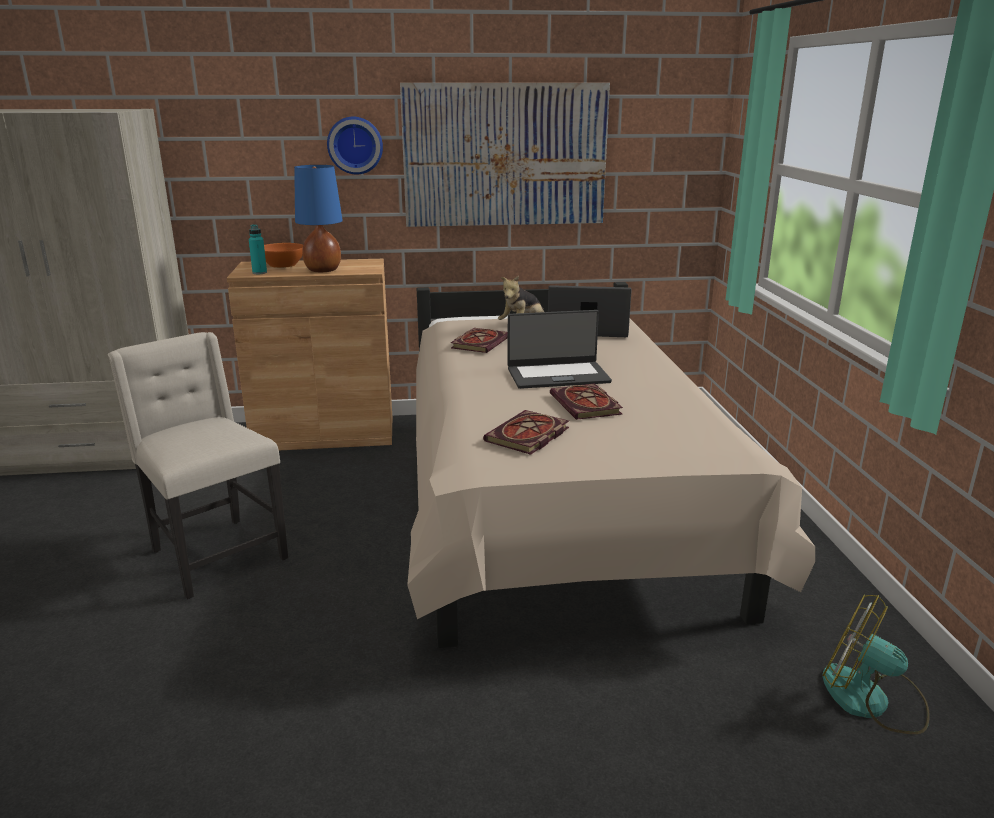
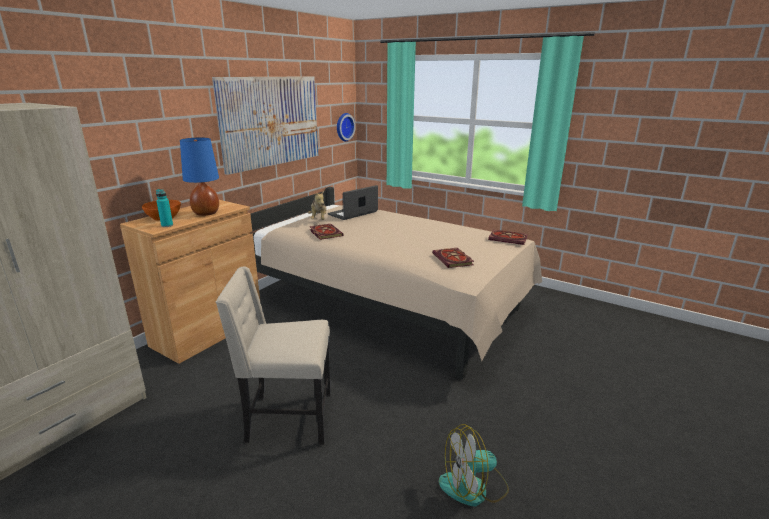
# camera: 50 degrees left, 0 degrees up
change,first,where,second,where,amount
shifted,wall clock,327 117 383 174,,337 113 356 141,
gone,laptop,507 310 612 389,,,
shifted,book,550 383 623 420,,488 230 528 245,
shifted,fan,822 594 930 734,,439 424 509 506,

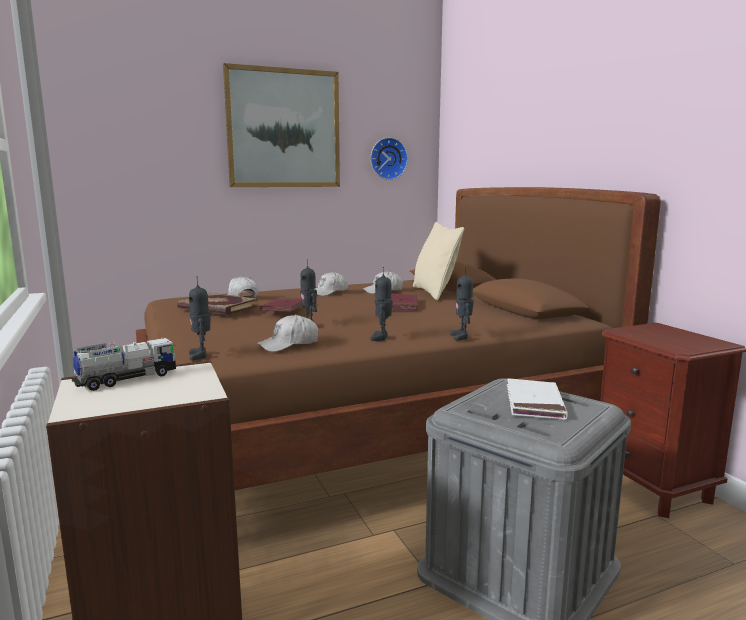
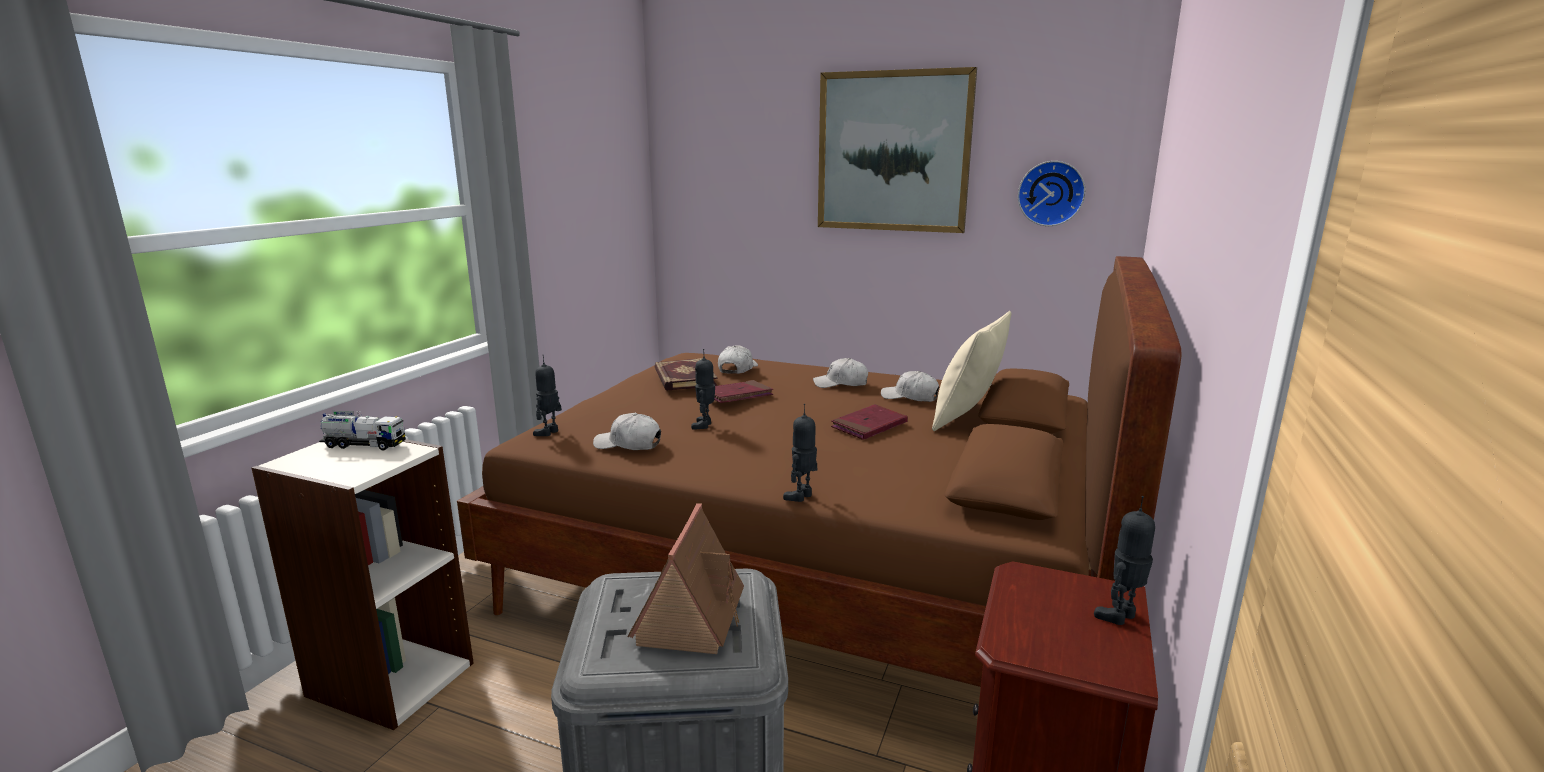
# camera: 45 degrees right, 5 degrees up
change,first,where,second,where,amount
shifted,toy robot,370 267 393 341,,1094 496 1155 625,
swapped,white book,507 378 568 420,toy house,628 503 744 654,

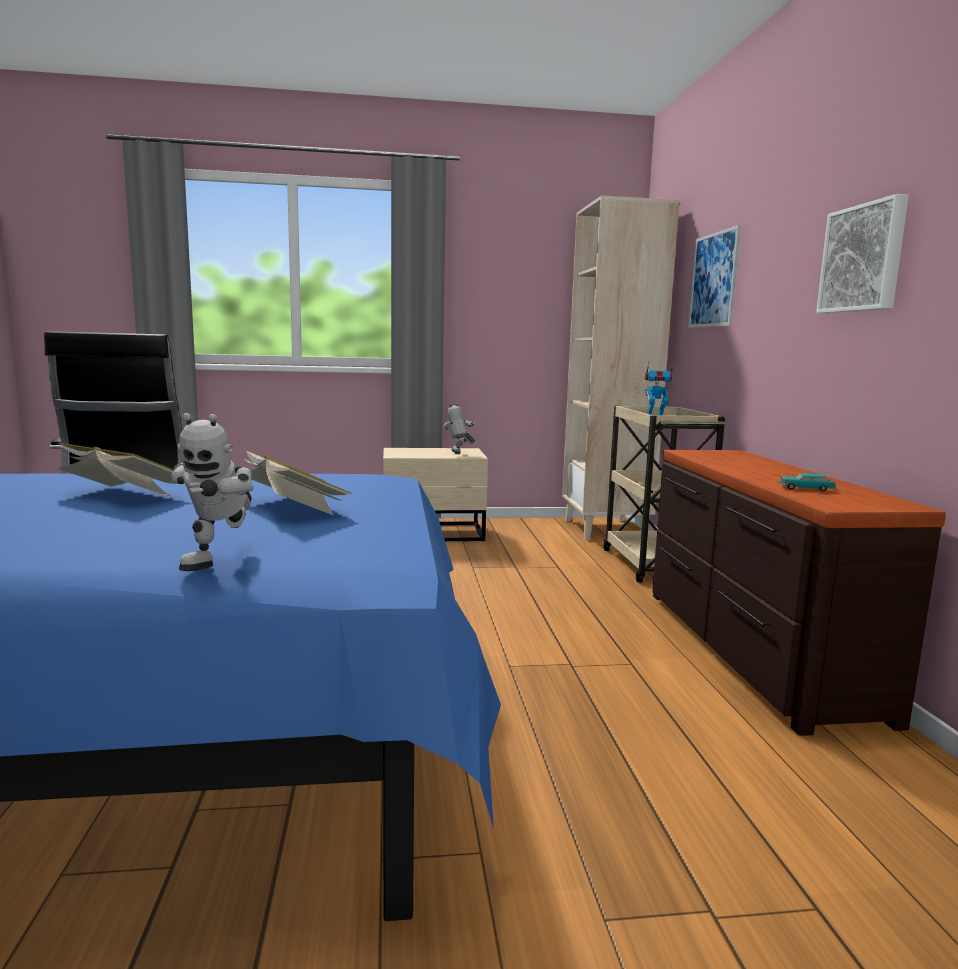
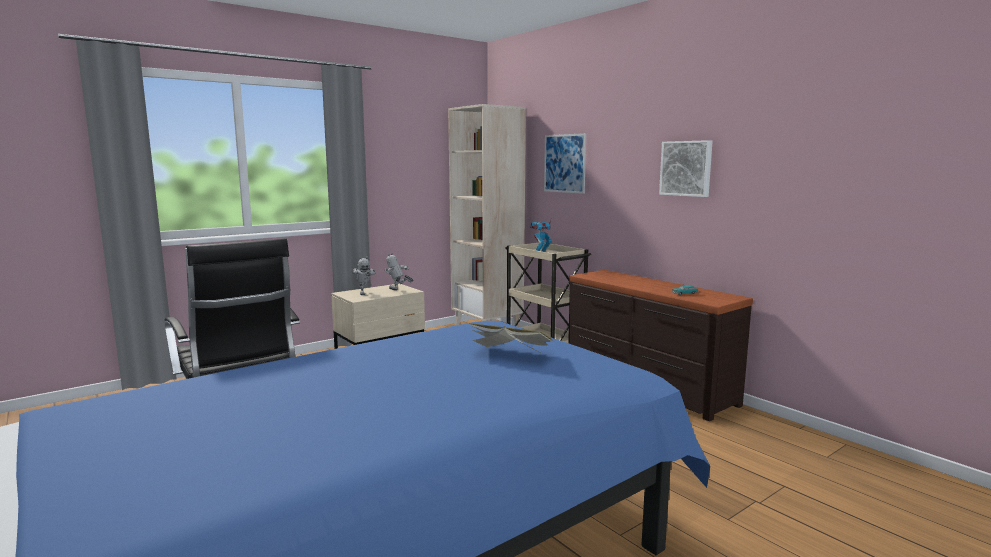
# camera: 30 degrees left, 0 degrees up
change,first,where,second,where,amount
shifted,toy robot,171 413 253 571,,352 257 376 295,
gone,book,57 443 176 498,,,

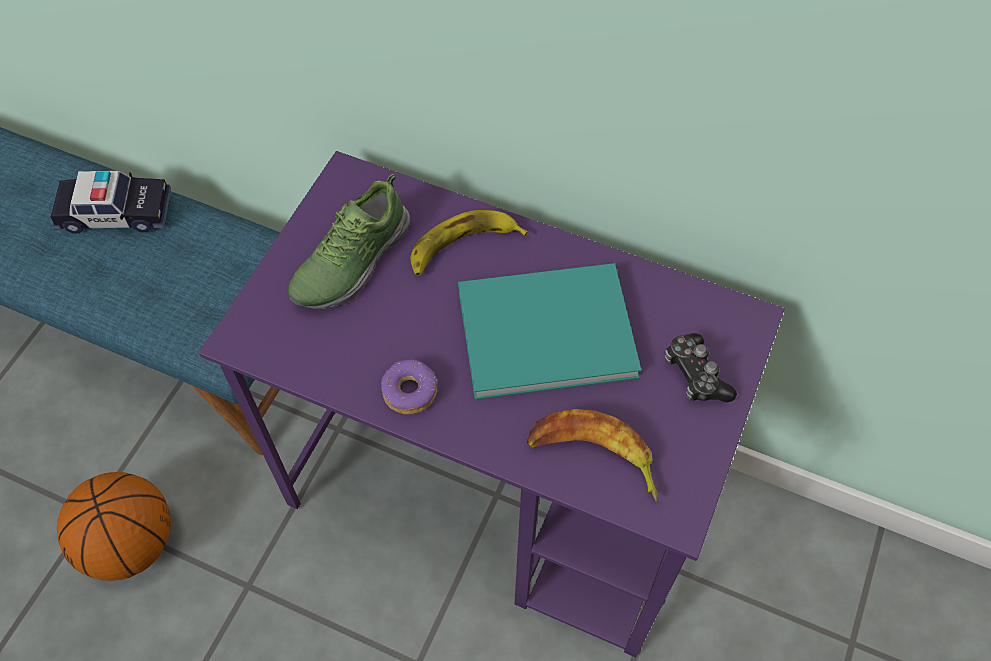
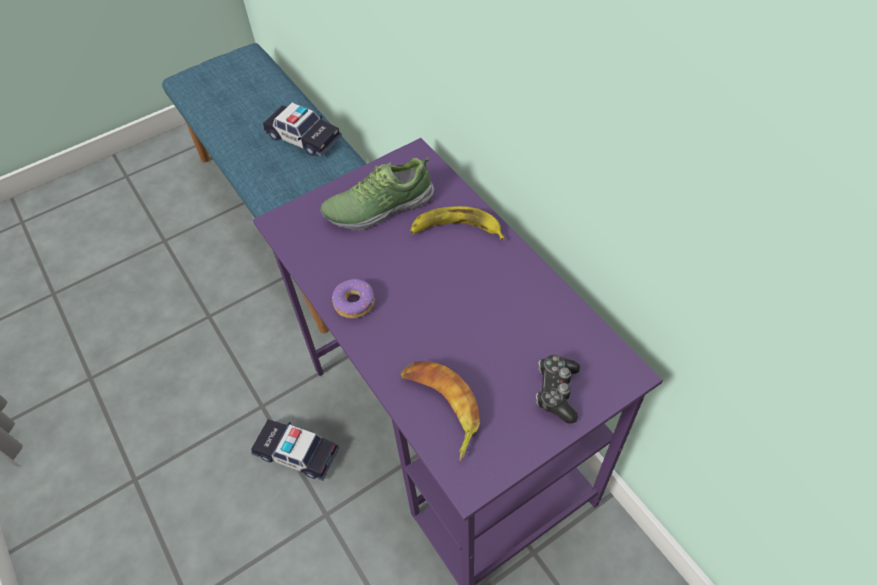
# camera: 35 degrees right, 5 degrees down
change,first,where,second,where,amount
gone,turquoise book,458 263 641 400,,,
gone,basketball,57 472 171 581,,,
new,,,toy car,251 419 339 481,

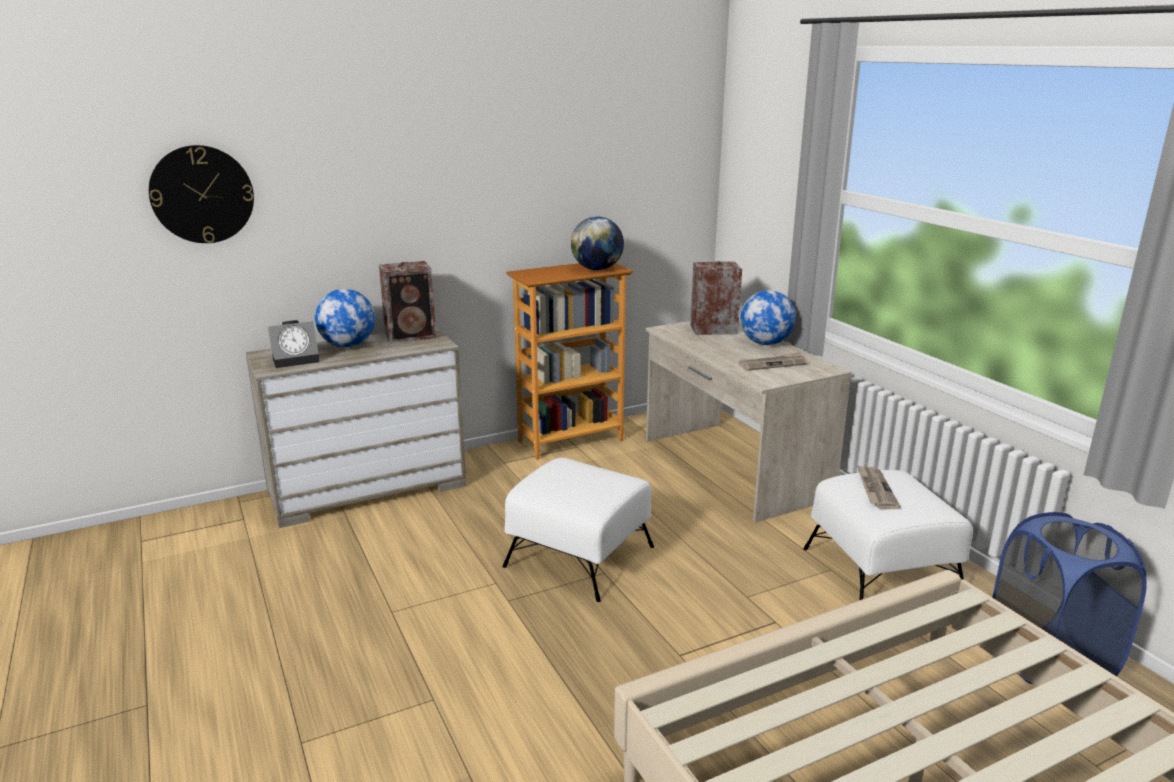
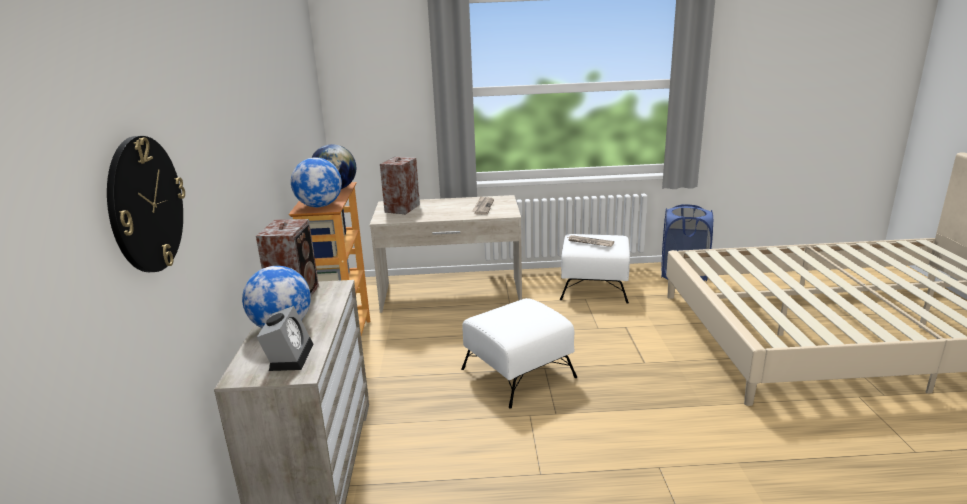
# camera: 65 degrees left, 0 degrees up
change,first,where,second,where,amount
shifted,globe,740 290 796 345,,291 157 342 207,

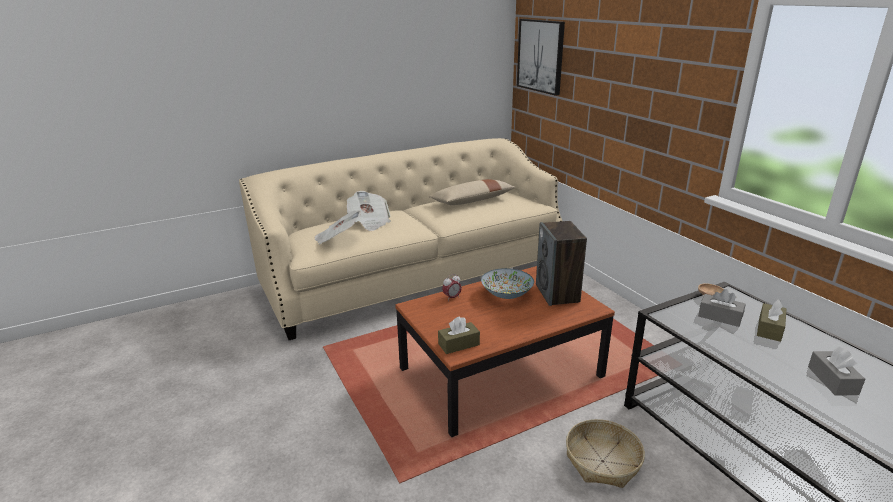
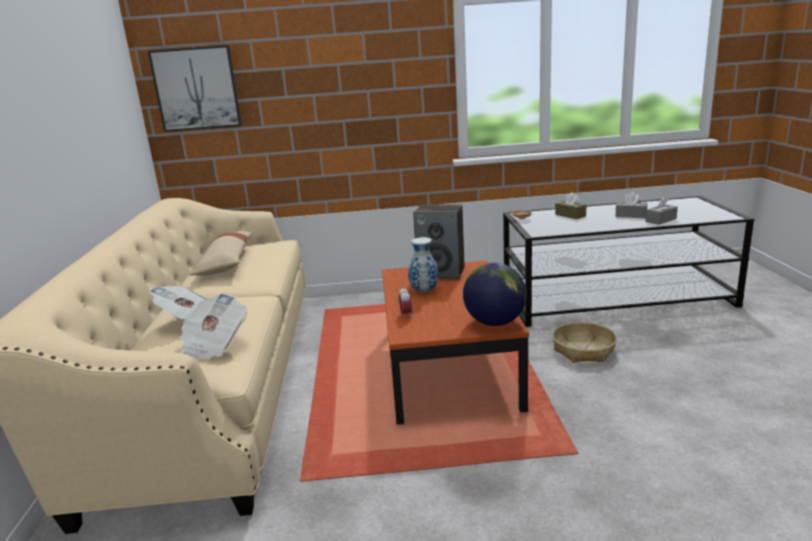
# camera: 65 degrees left, 5 degrees down
change,first,where,second,where,amount
swapped,bowl,481 268 534 299,vase,408 237 439 293,
shifted,grey tissue box,698 289 746 327,,645 196 678 225,
swapped,brown tissue box,438 316 480 354,globe,463 263 527 326,

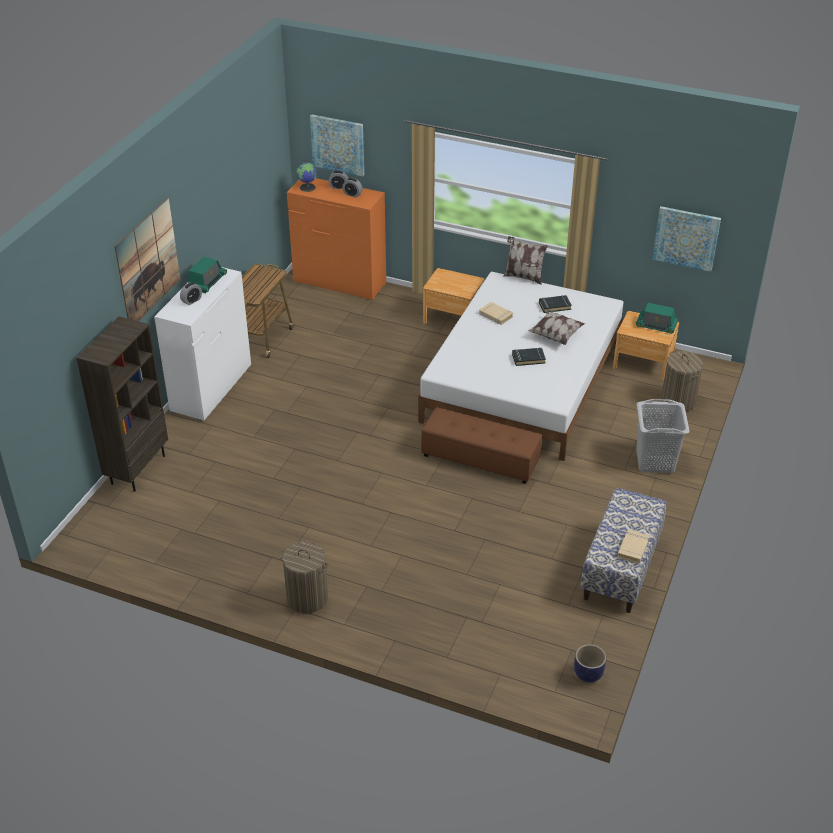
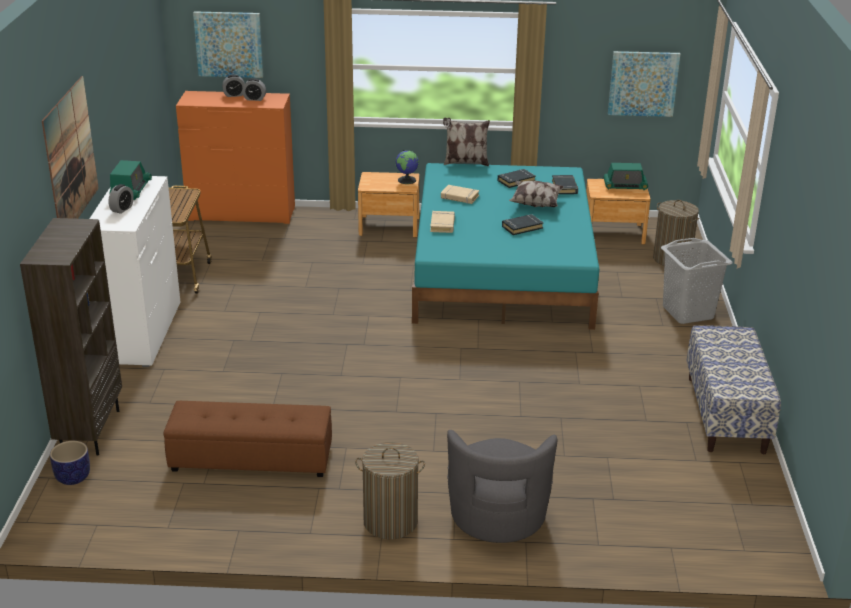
# camera: 20 degrees left, 10 degrees down
change,first,where,second,where,amount
shifted,globe,297 162 317 192,,395 150 419 184,
repainted,white bed,418 272 623 461,turquoise bed,412 163 599 330,
shifted,brown ottoman,421 407 542 484,,163 401 332 477,
shifted,beige book,617 529 650 564,,430 211 455 233,
shifted,planter,574 644 606 682,,50 441 90 485,
new,,,black book,552 175 578 194,
new,,,grey armchair,447 430 557 543,

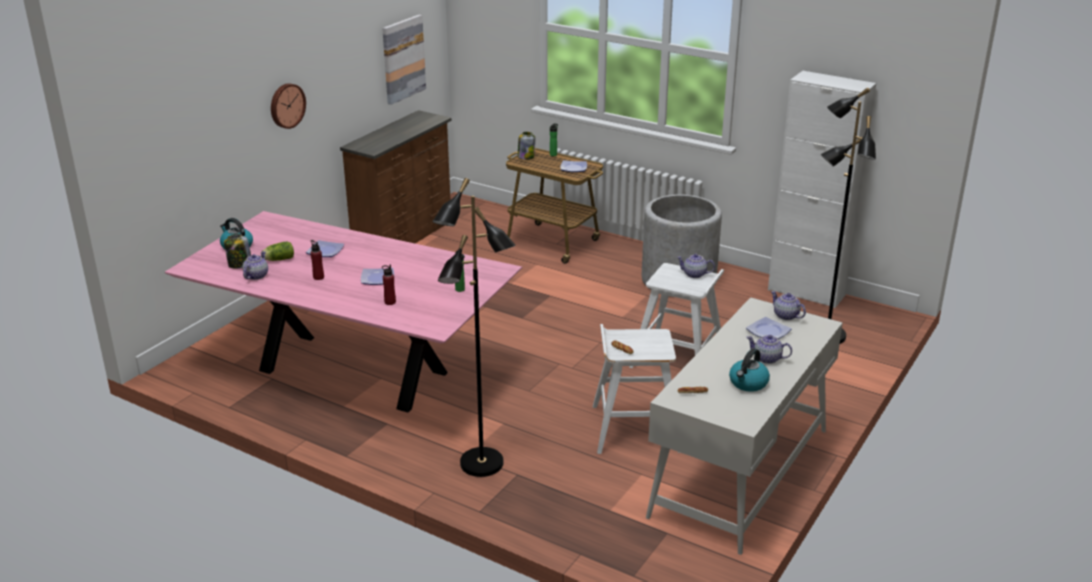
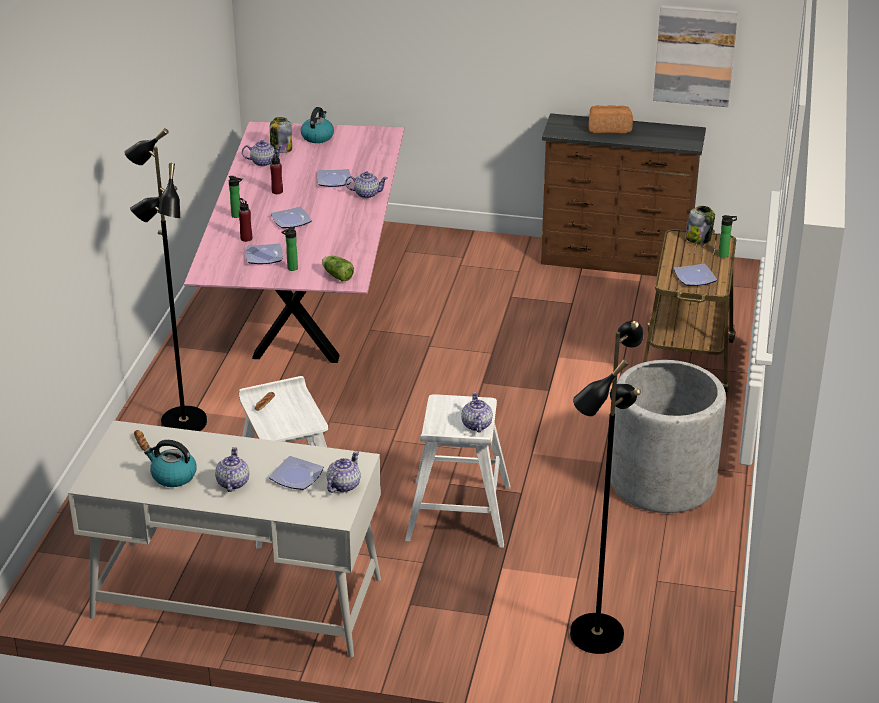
# camera: 70 degrees right, 5 degrees up
change,first,where,second,where,amount
gone,white cabinet,768 71 876 308,,,
gone,wall clock,271 83 306 129,,,
shifted,lettuce,262 242 294 261,,322 256 354 281,
new,,,bread,588 105 633 133,
new,,,teapot,345 171 388 198,
new,,,bottle,229 176 243 218,
new,,,plate,246 243 283 264,

